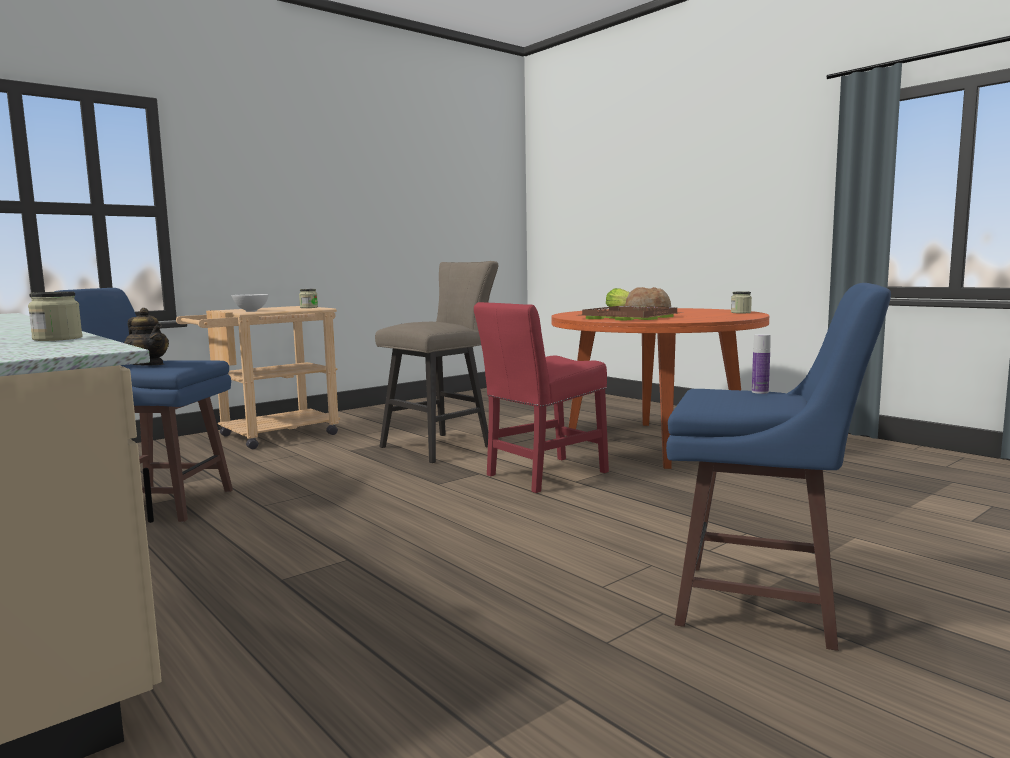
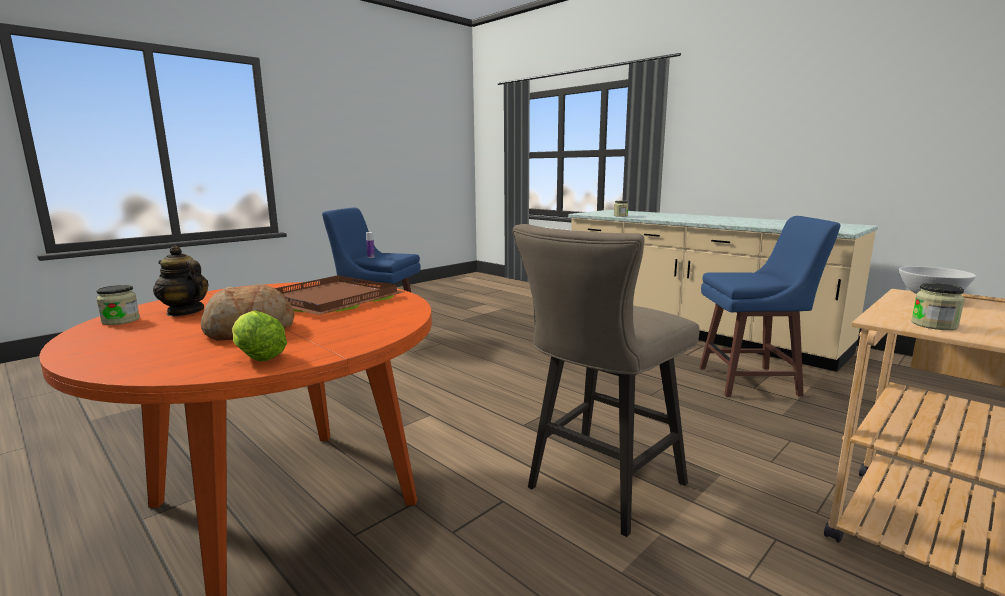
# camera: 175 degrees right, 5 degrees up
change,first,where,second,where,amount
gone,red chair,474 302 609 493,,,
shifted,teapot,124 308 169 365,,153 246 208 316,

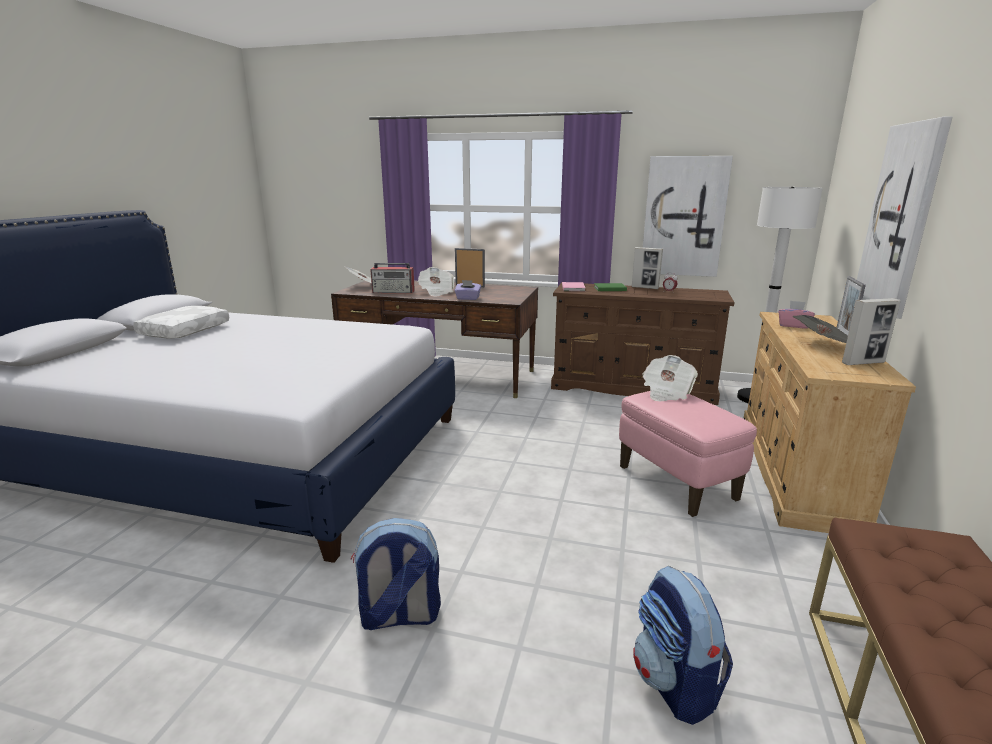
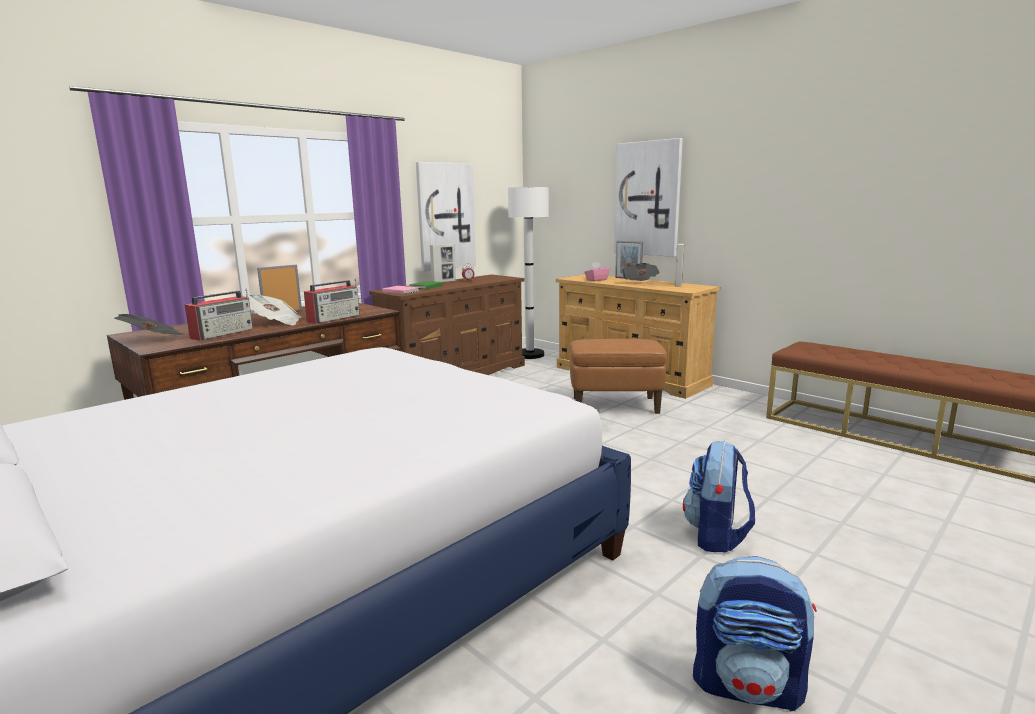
# camera: 60 degrees left, 5 degrees down
change,first,where,second,where,amount
swapped,purple tissue box,454 280 481 300,radio,304 278 360 324,
gone,white pillow,133 306 229 339,,,
gone,newspaper,642 355 698 401,,,
repainted,pink ottoman,619 391 757 517,brown ottoman,570 339 667 414,
shifted,backpack,633 566 733 725,,693 556 817 712,

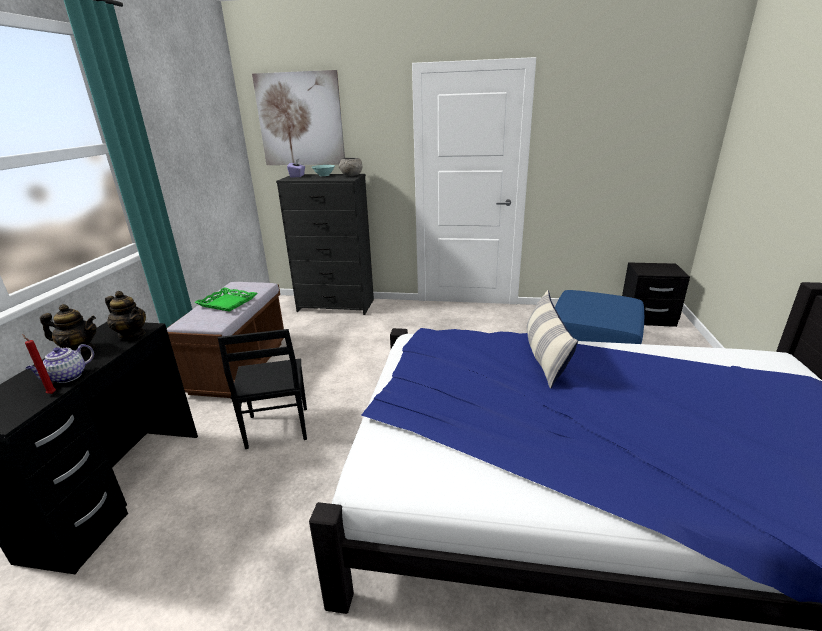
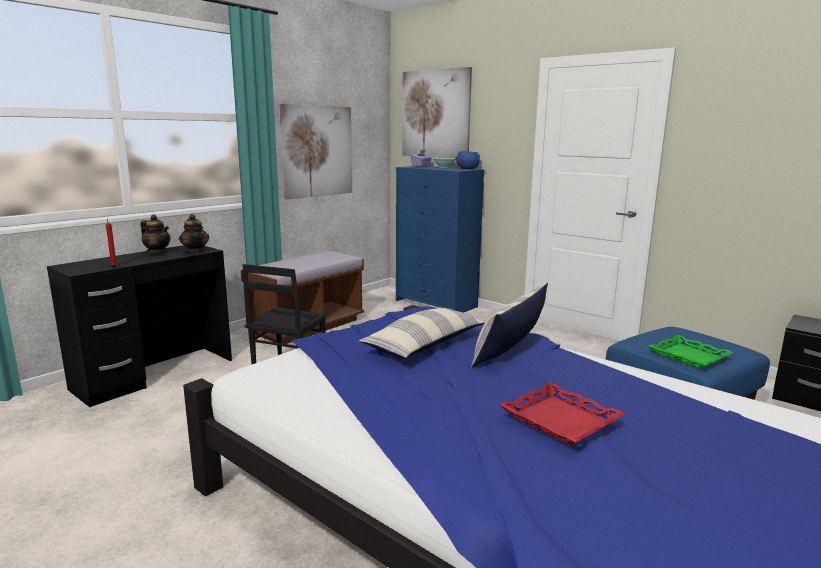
# camera: 30 degrees right, 10 degrees down
change,first,where,second,where,amount
repainted,grey bowl,339 158 362 176,blue bowl,455 151 480 169,
repainted,black dresser,276 174 374 315,blue dresser,396 166 485 313,
shifted,green tray,194 287 257 312,,649 335 733 369,
gone,teapot,25 344 94 383,,,
new,,,picture,279 104 352 200,
new,,,pillow,359 308 485 358,
new,,,red tray,500 382 625 446,

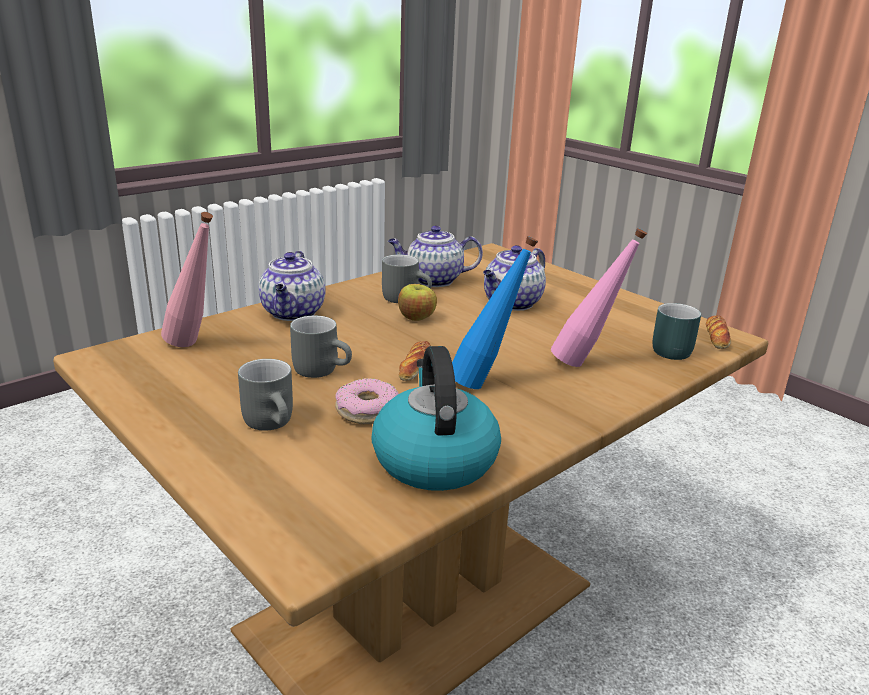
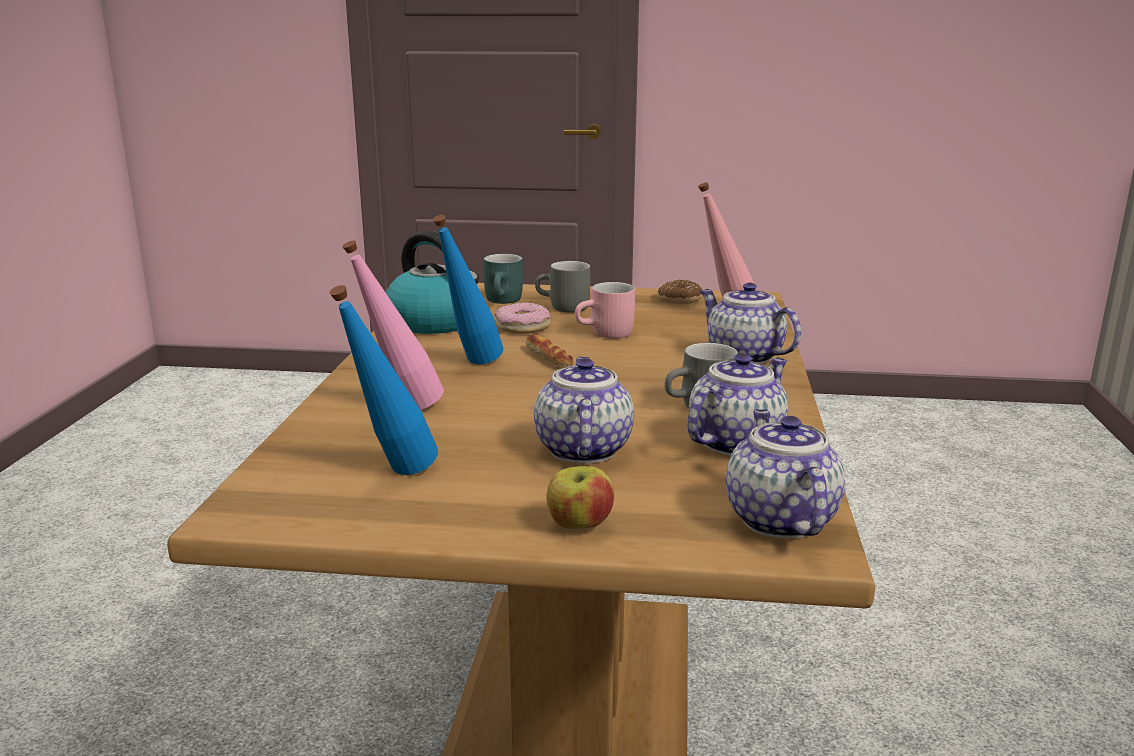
# camera: 140 degrees right, 5 degrees down
change,first,where,second,where,amount
shifted,apple,398 284 437 321,,547 466 614 529,
shifted,turquoise mug,653 303 701 360,,484 254 523 304,
gone,bread,706 315 731 349,,,
repainted,grey mug,290 316 352 378,pink mug,575 282 635 338,
new,,,donut,658 280 702 304,
new,,,blue bottle,330 285 438 475,
new,,,teapot,726 409 845 539,

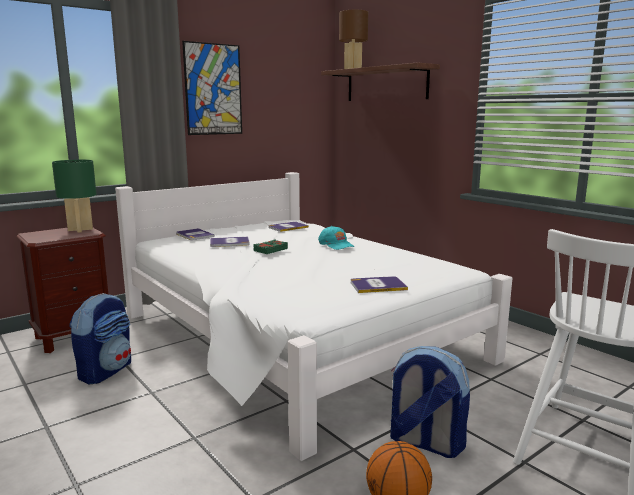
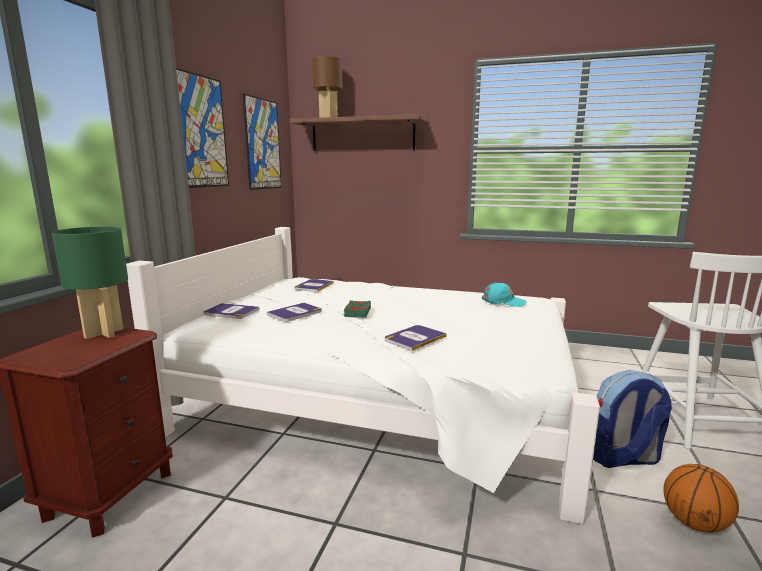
# camera: 35 degrees left, 0 degrees up
change,first,where,second,where,amount
shifted,turquoise cap,318 226 355 250,,482 282 527 307,
shifted,book,351 276 408 293,,385 325 447 351,
gone,backpack,69 293 131 385,,,
new,,,picture,243 94 282 190,

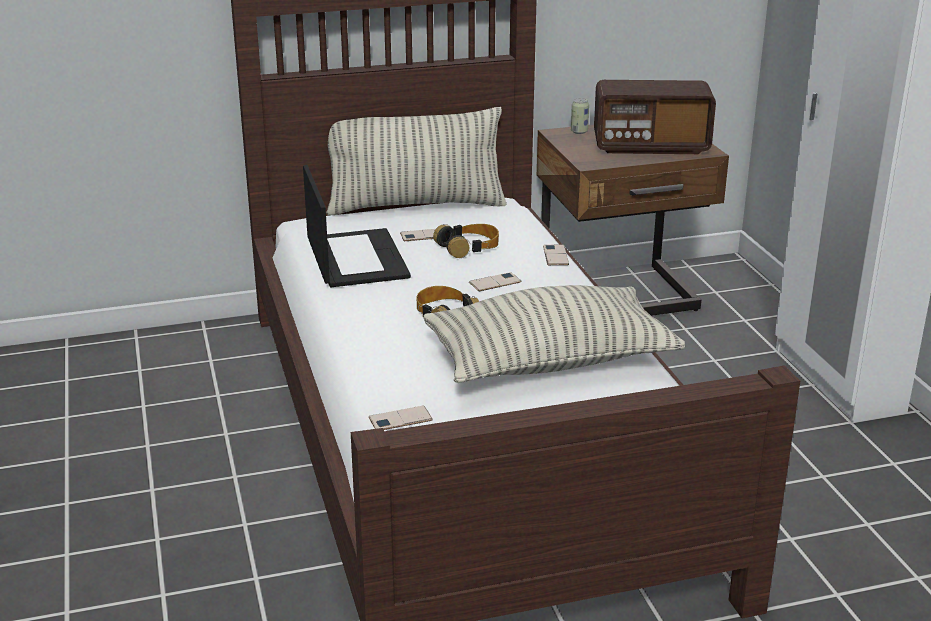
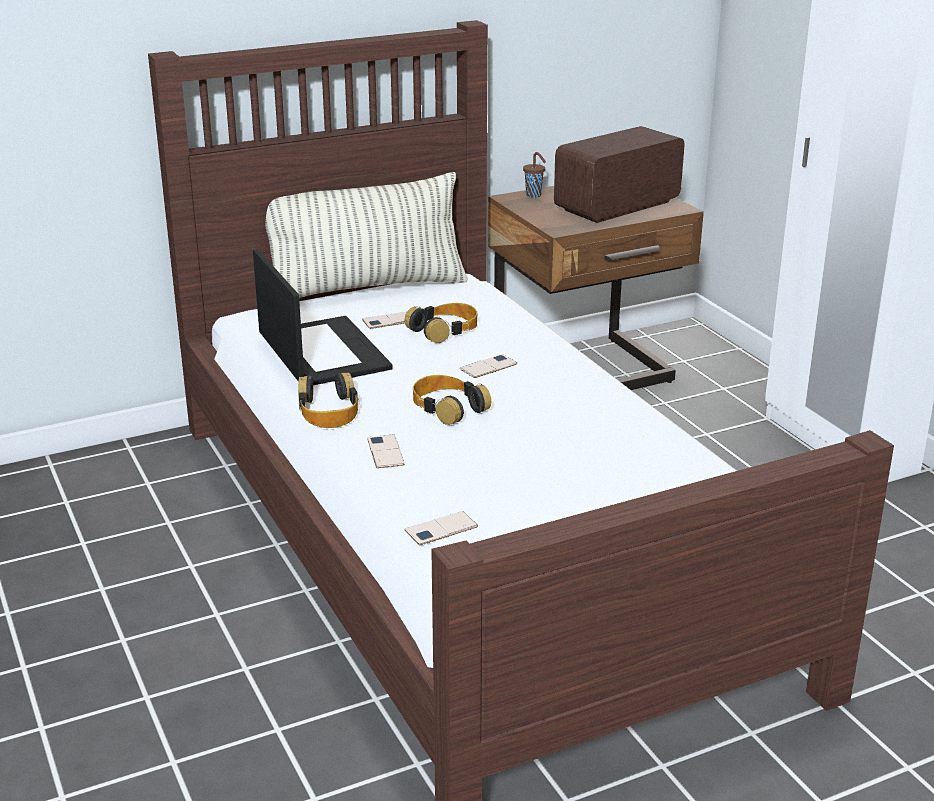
# camera: 10 degrees left, 0 degrees up
change,first,where,second,where,amount
rotated,radio,594 80 716 154,,554 126 685 223,150 degrees clockwise
swapped,can,571 98 589 134,brown cup,523 152 546 198,
shifted,phone,543 244 569 265,,367 434 404 468,
gone,pillow,423 285 685 383,,,
new,,,headphones,298 373 359 428,

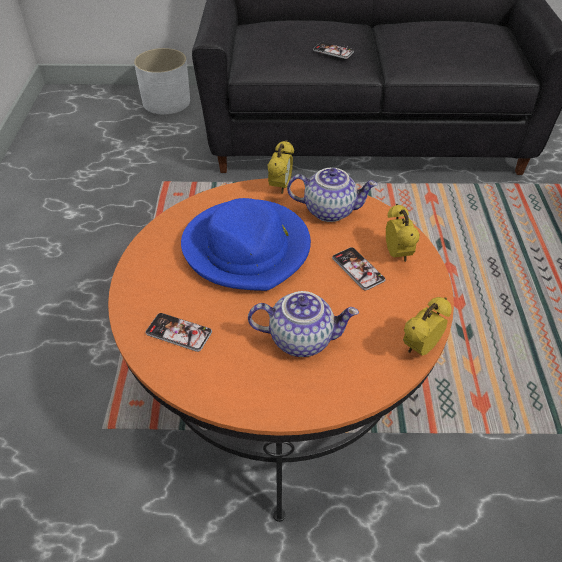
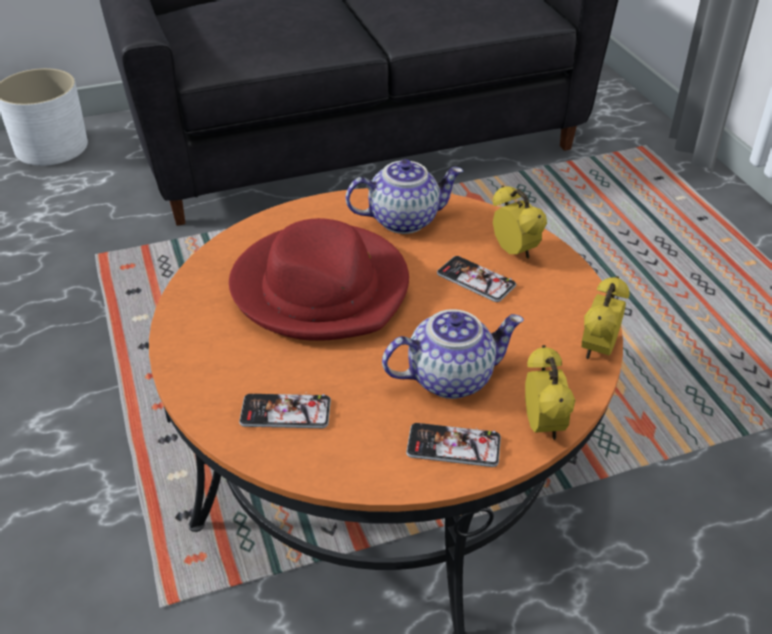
# camera: 20 degrees left, 5 degrees down
change,first,where,second,where,amount
shifted,phone,313 42 354 59,,406 423 501 467,
shifted,alarm clock,267 140 294 194,,525 345 575 440,
repainted,blue hat,181 198 311 291,red hat,229 218 409 341,

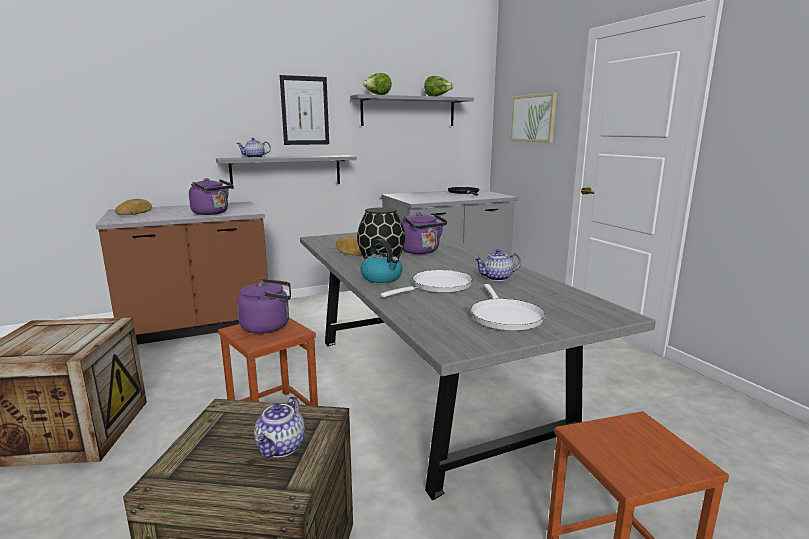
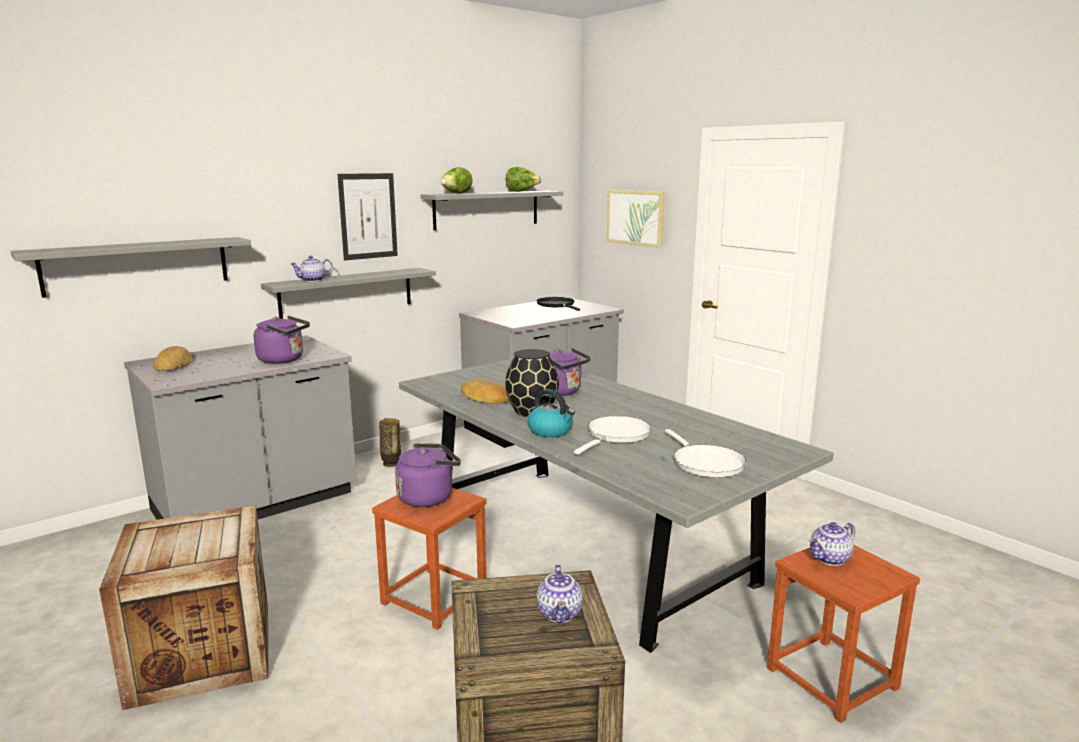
# camera: 15 degrees left, 0 degrees up
change,first,where,second,where,amount
repainted,brown counter,95 201 268 345,grey counter,124 335 357 520,
shifted,teapot,474 249 521 281,,809 522 855 566,
new,,,grey shelf,11 237 251 298,
new,,,vase,379 418 401 467,

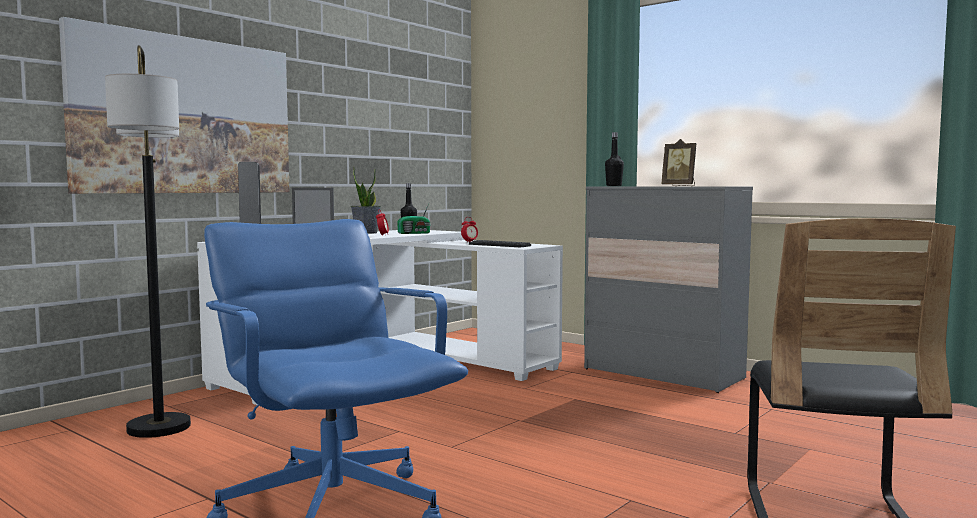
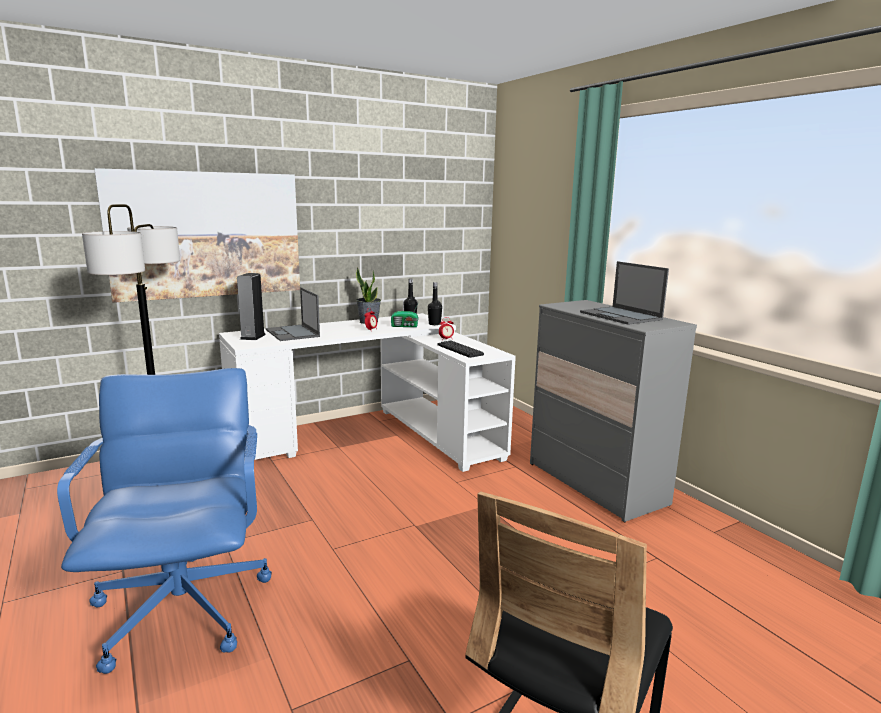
# camera: 20 degrees right, 10 degrees up
change,first,where,second,where,amount
shifted,black bottle,605 132 624 186,,428 282 442 325,
swapped,picture frame,661 139 697 186,laptop,580 261 669 325,

